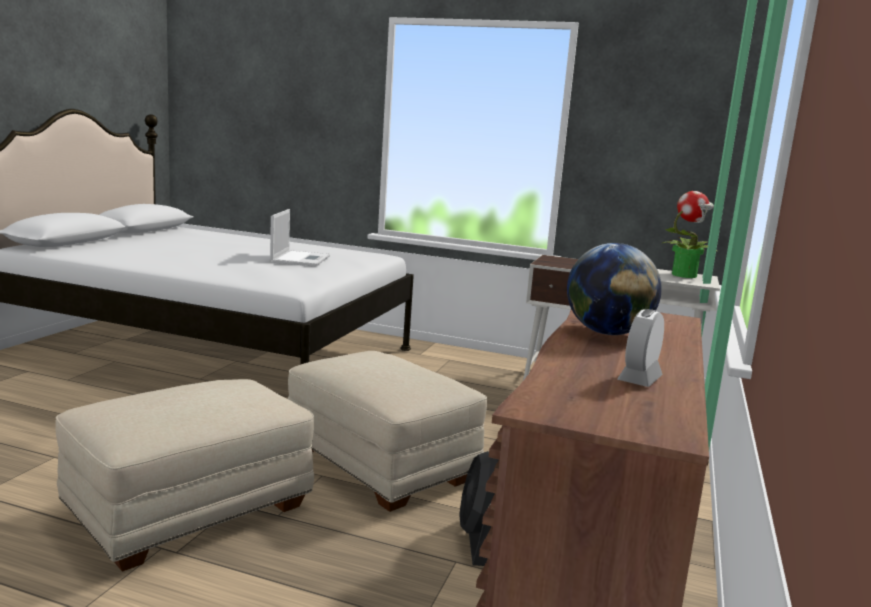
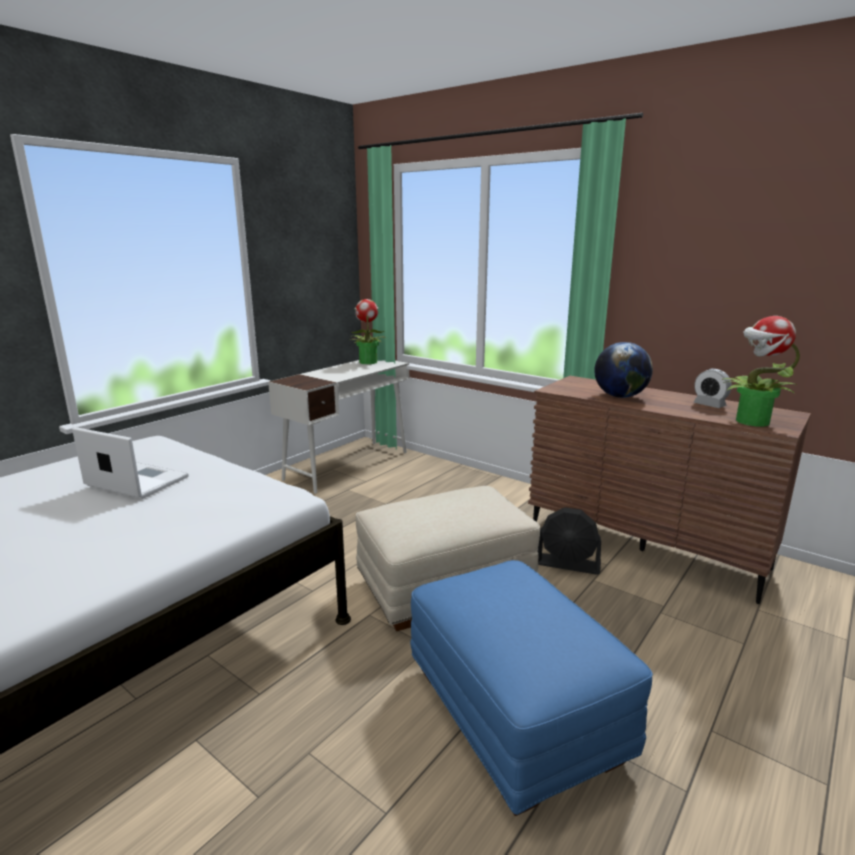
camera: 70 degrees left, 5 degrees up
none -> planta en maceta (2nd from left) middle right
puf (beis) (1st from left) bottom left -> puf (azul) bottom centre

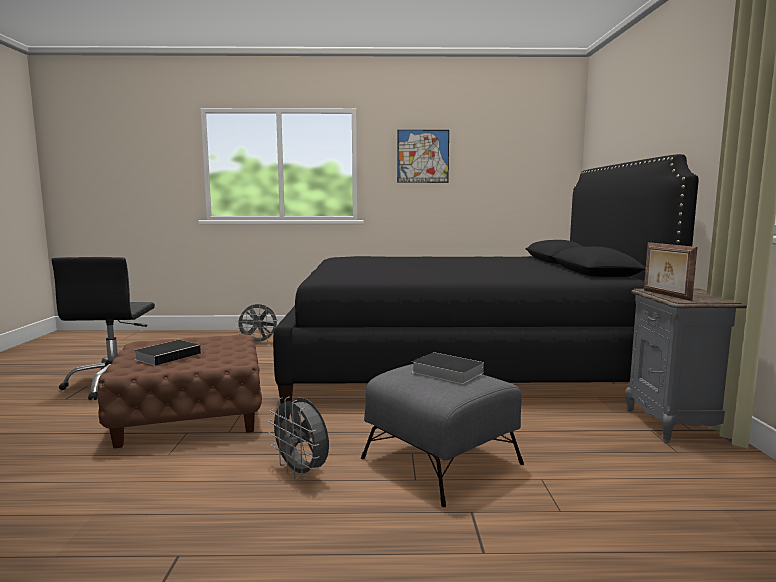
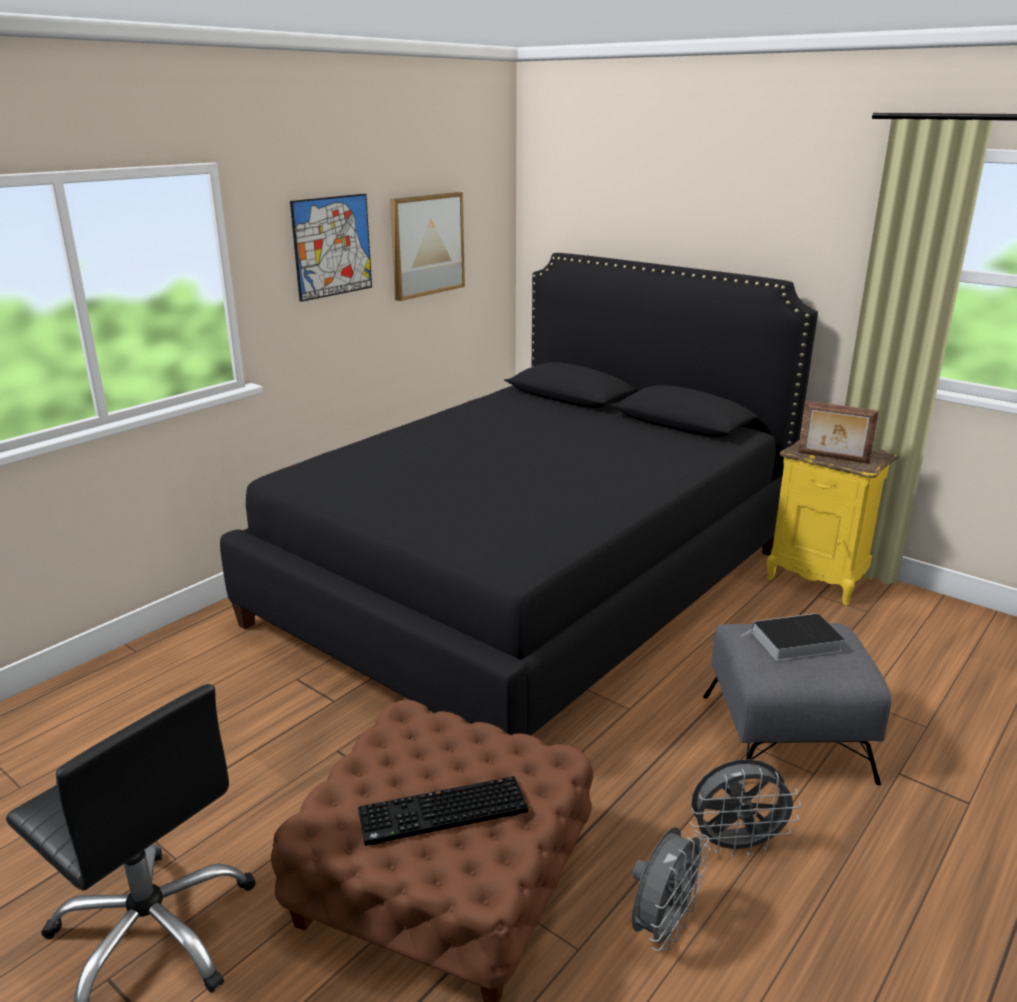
camera: 50 degrees left, 15 degrees up
none -> cuadro (2nd from left) top centre
ventilador (gris) (1st from left) middle left -> ventilador (gris) (1st from left) bottom centre, move
libro (1st from left) middle left -> teclado bottom centre
mesita de noche (gris) middle right -> mesita de noche (amarillo) middle right

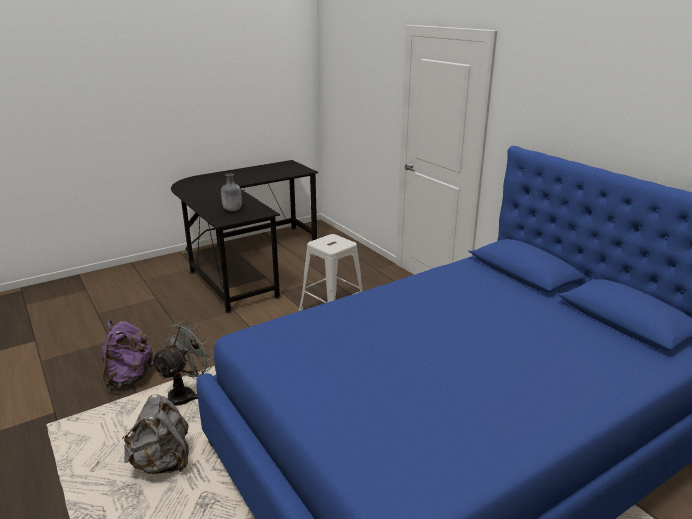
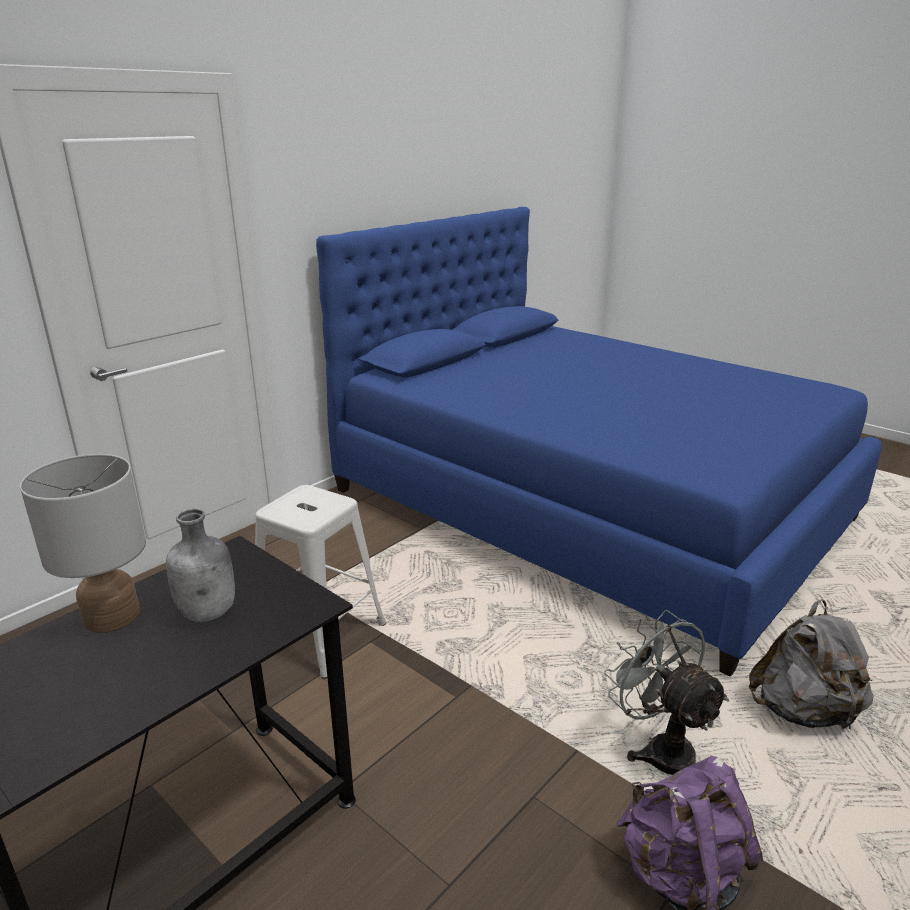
camera: 105 degrees left, 0 degrees up
none -> lámpara de mesa (gris) middle left
ventilador (gris) bottom left -> ventilador (gris) bottom right, 45 degrees clockwise

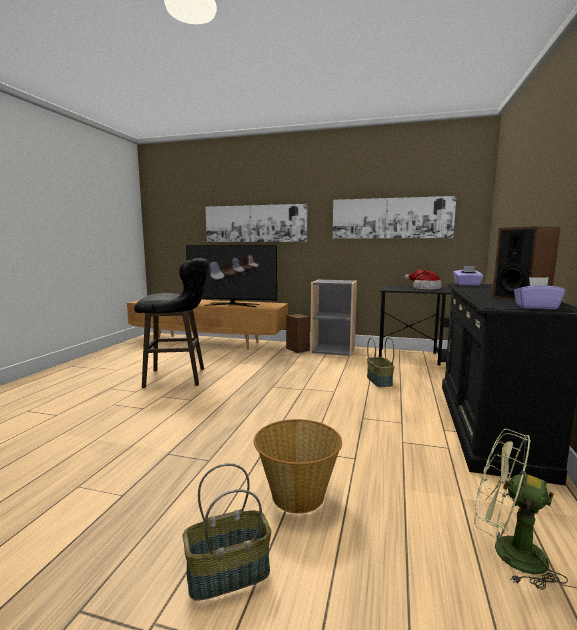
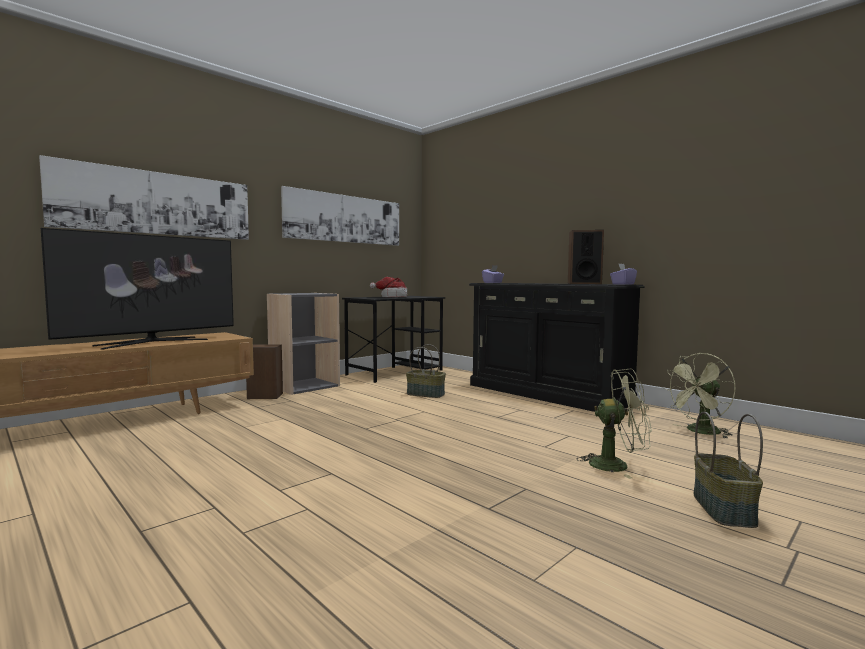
camera: 60 degrees left, 5 degrees down
taburete (negro) middle left -> none
cesta (2nd from left) bottom centre -> ventilador (verde) (1st from left) middle right

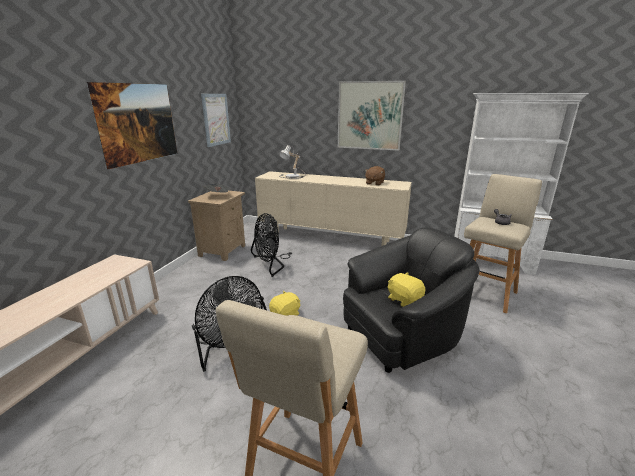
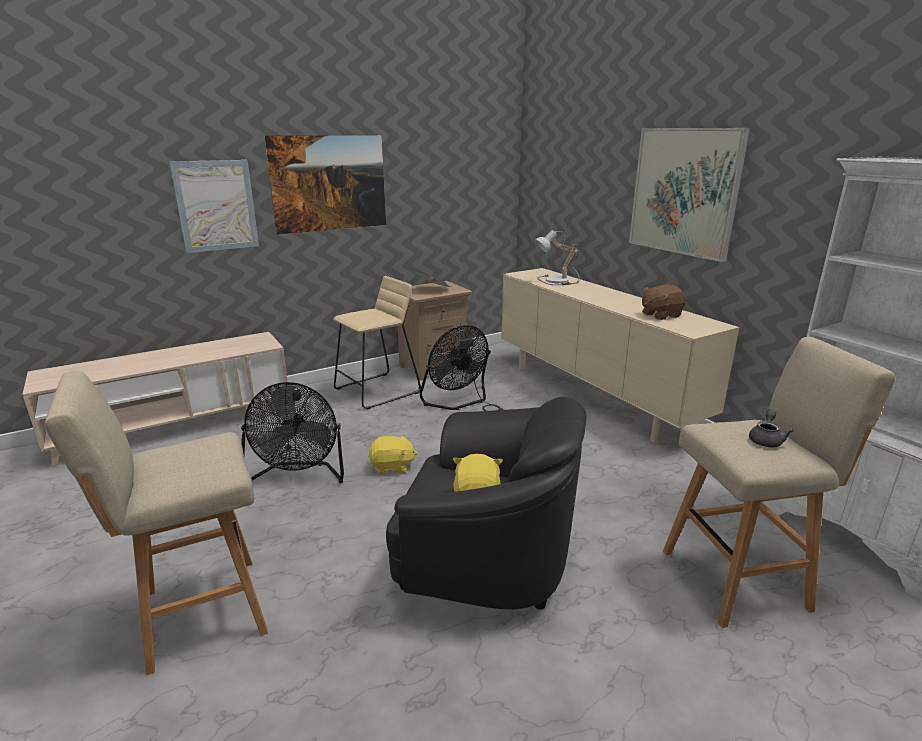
camera: 40 degrees right, 0 degrees up
none -> taburete (beis) (2nd from left) centre
cuadro (2nd from left in the first image) top centre -> cuadro (1st from left) top left, move
ventilador (negro) (2nd from left) centre, 45 degrees clockwise

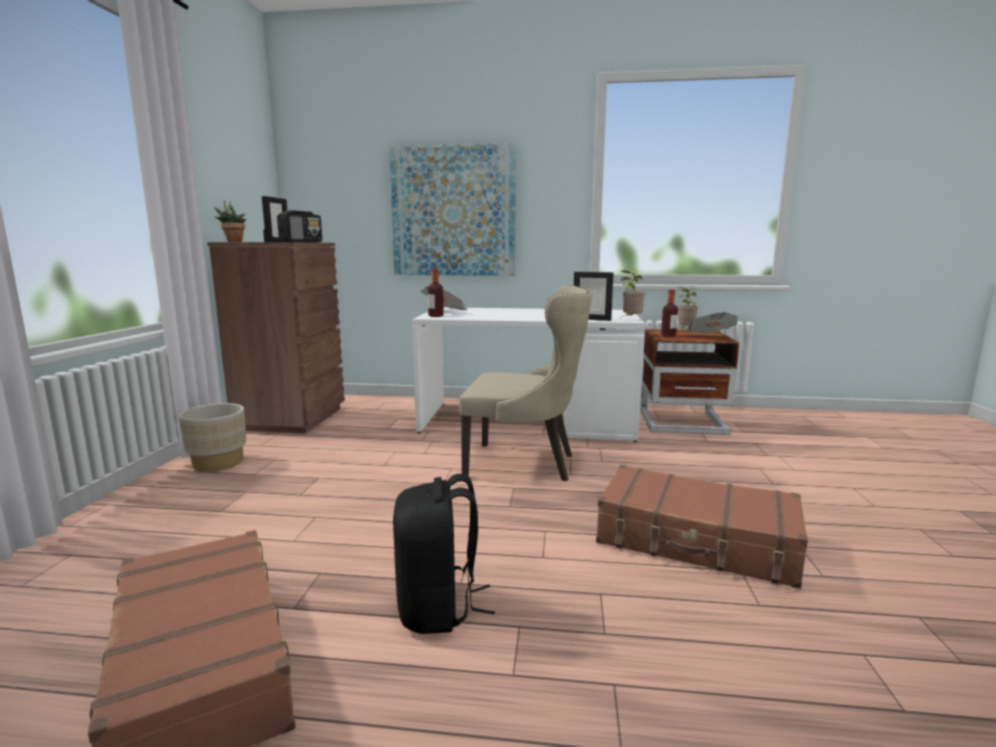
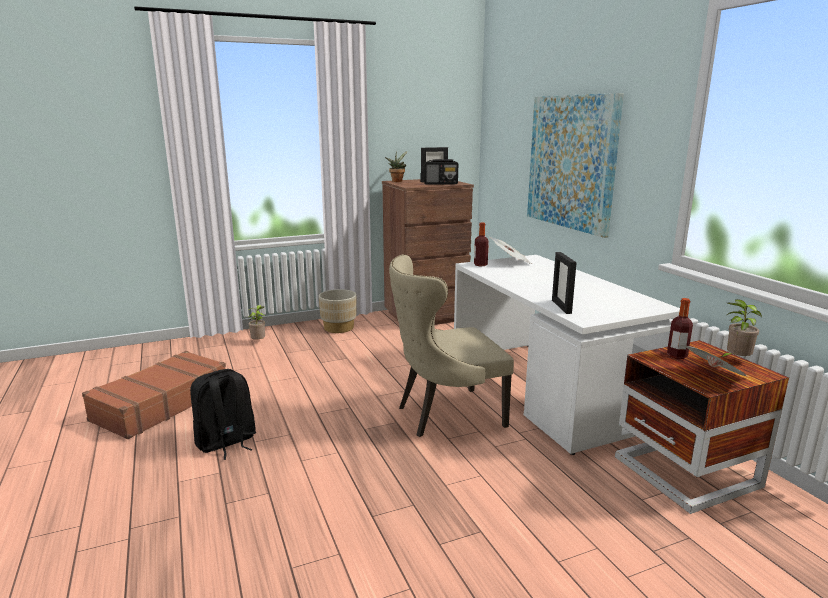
camera: 60 degrees right, 5 degrees up
maleta (marrón) (2nd from left) bottom right -> none
planta en maceta (2nd from left in the first image) centre -> planta en maceta (1st from left) middle left, move
silla (beis) centre, 90 degrees clockwise

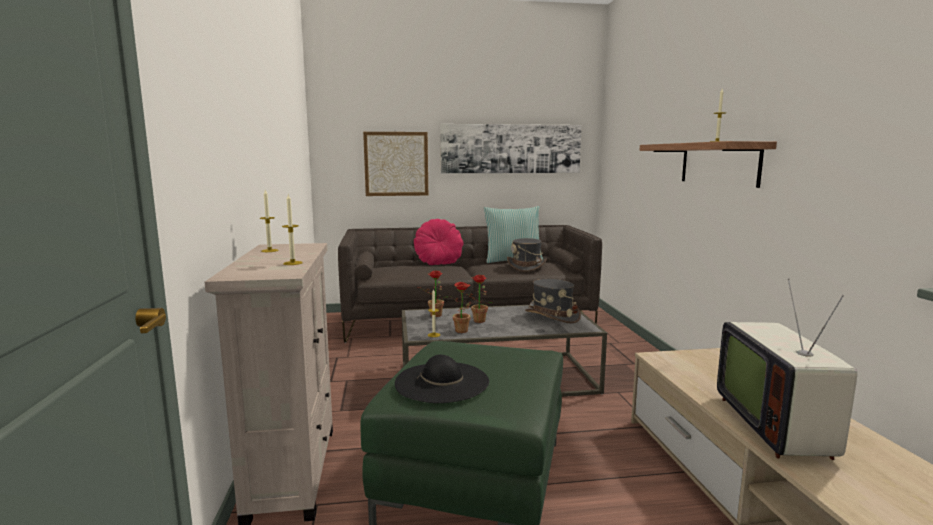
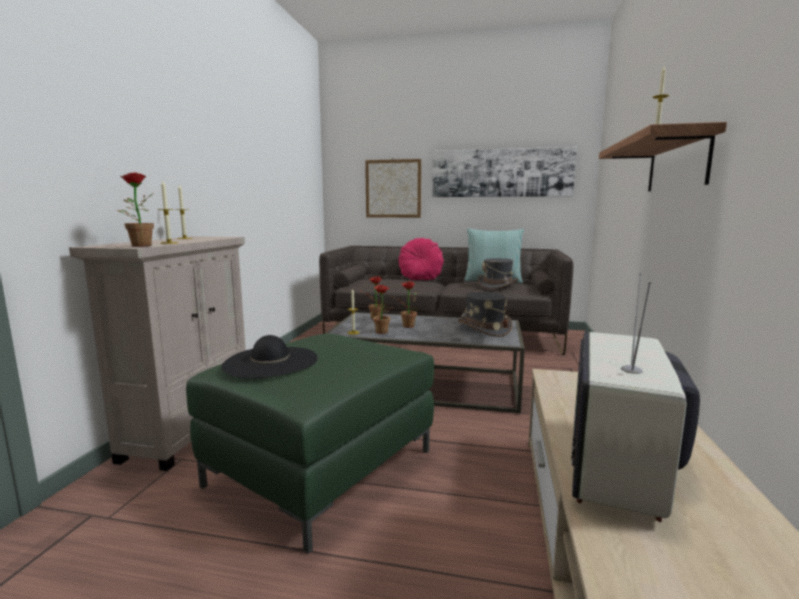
camera: 20 degrees right, 0 degrees up
none -> planta en maceta (1st from left) middle left

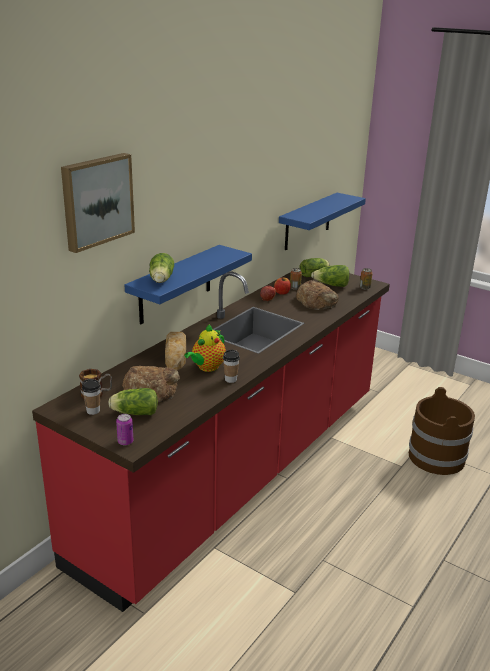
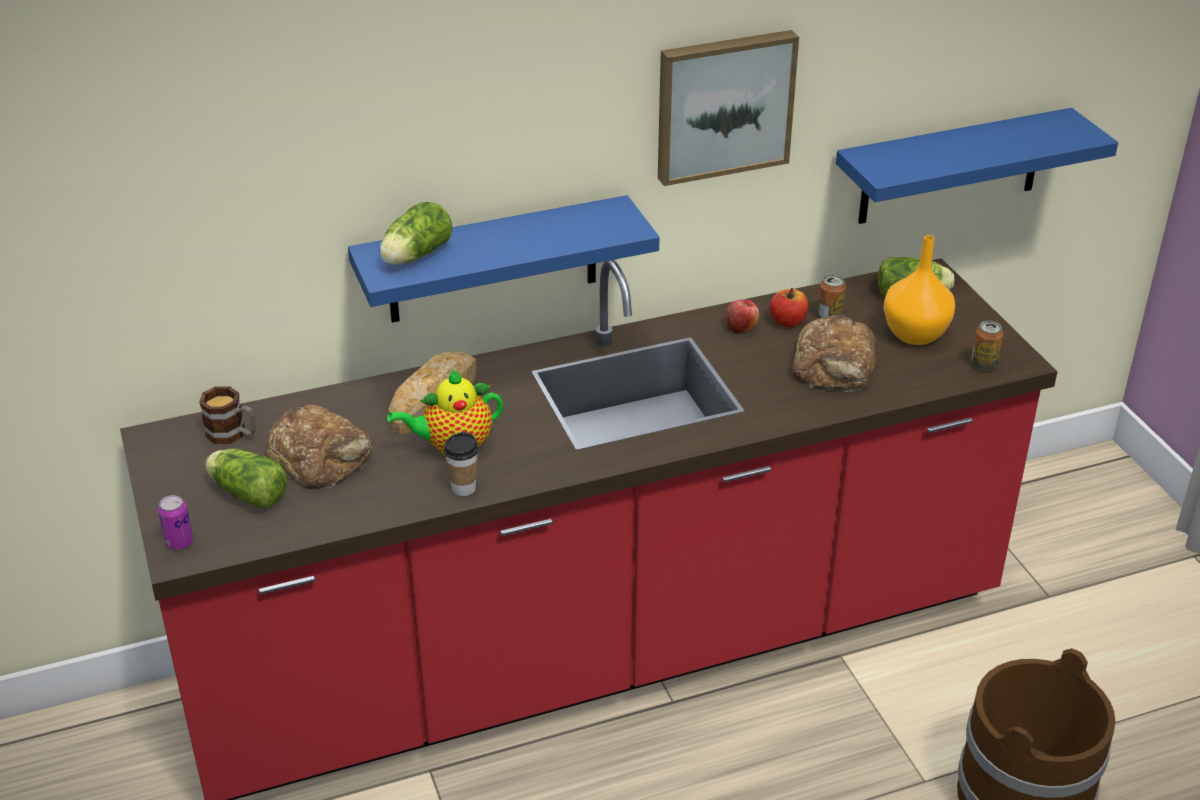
camera: 35 degrees right, 10 degrees up
taza (1st from left) middle left -> none
cuadro top left -> cuadro top centre, move
lechuga (4th from left) middle right -> florero (naranja) middle right

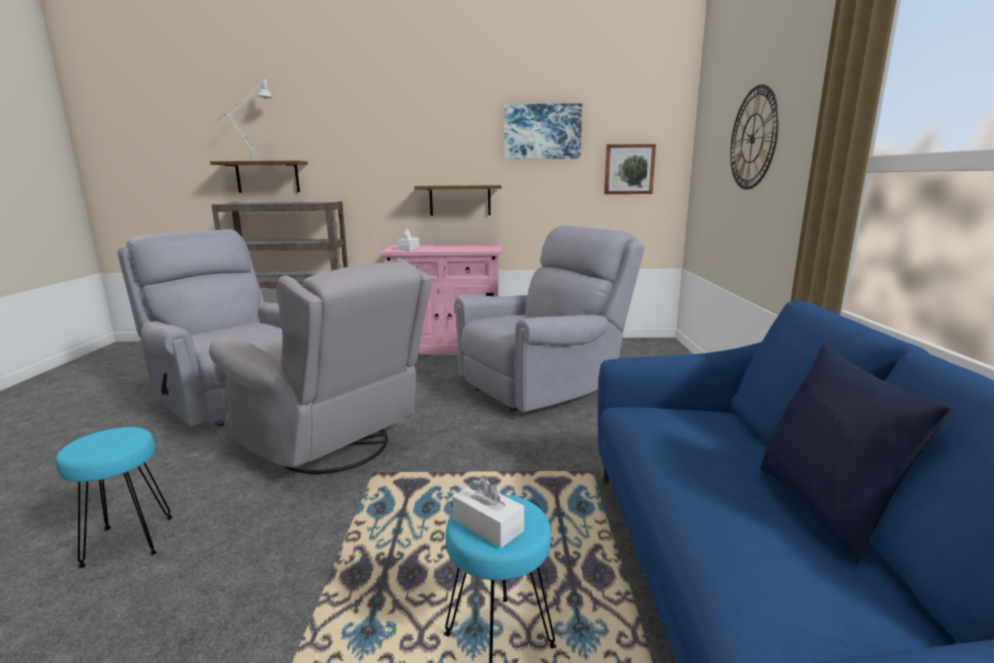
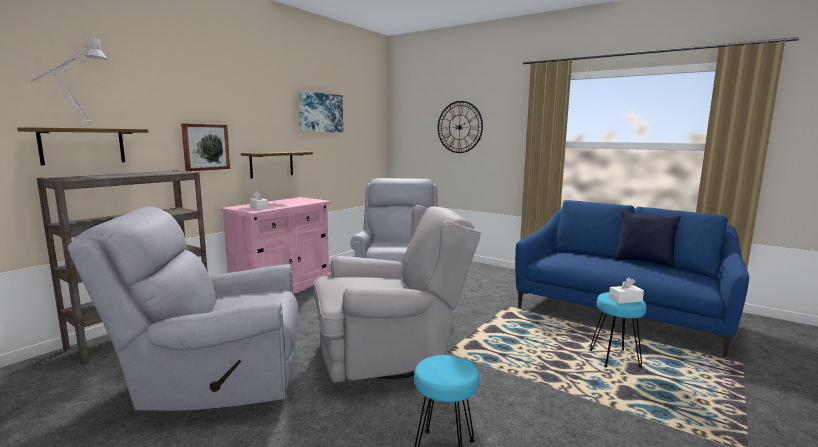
camera: 55 degrees left, 5 degrees down
cuadro (2nd from left in the first image) top centre -> cuadro (1st from left) top left, move

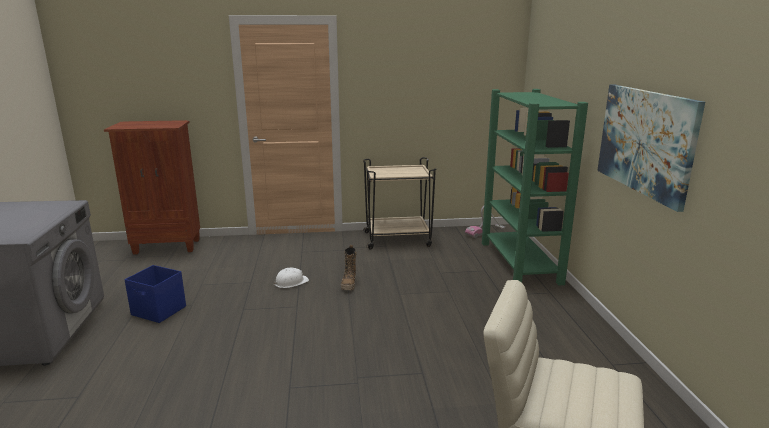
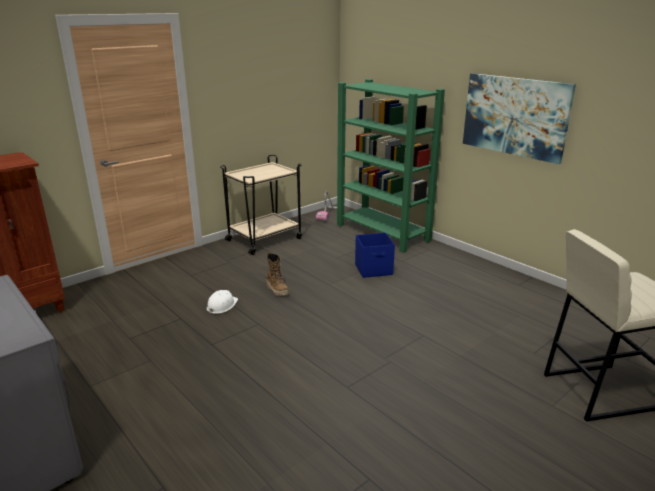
camera: 35 degrees left, 5 degrees up
caja de almacenaje (azul) bottom left -> caja de almacenaje (azul) centre, move

